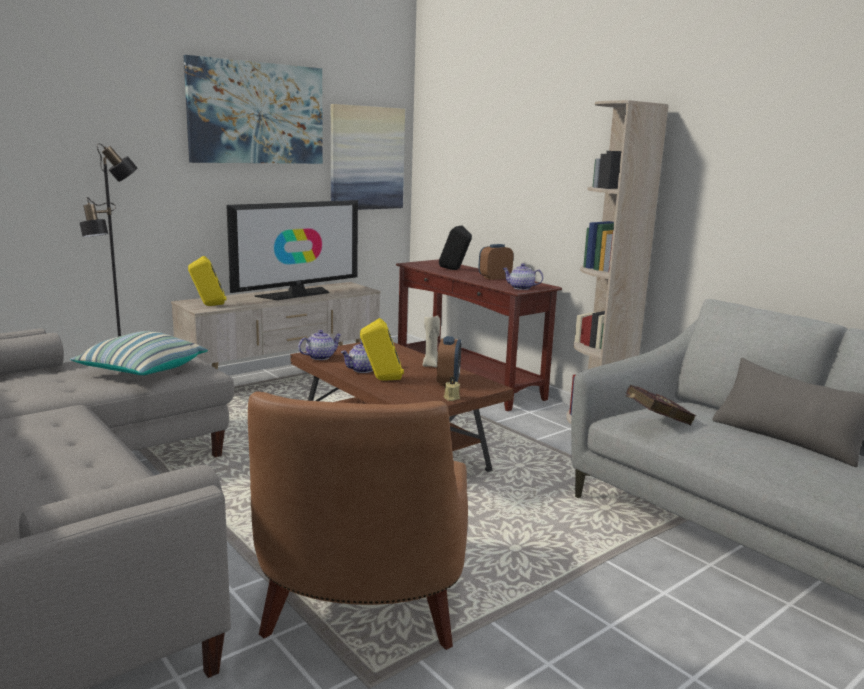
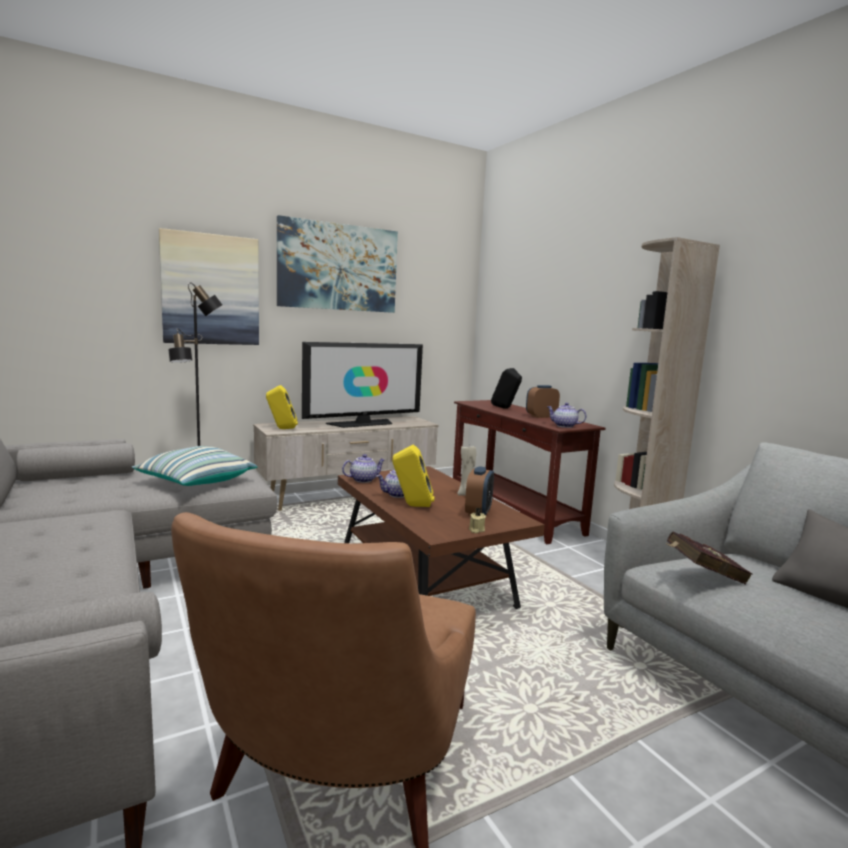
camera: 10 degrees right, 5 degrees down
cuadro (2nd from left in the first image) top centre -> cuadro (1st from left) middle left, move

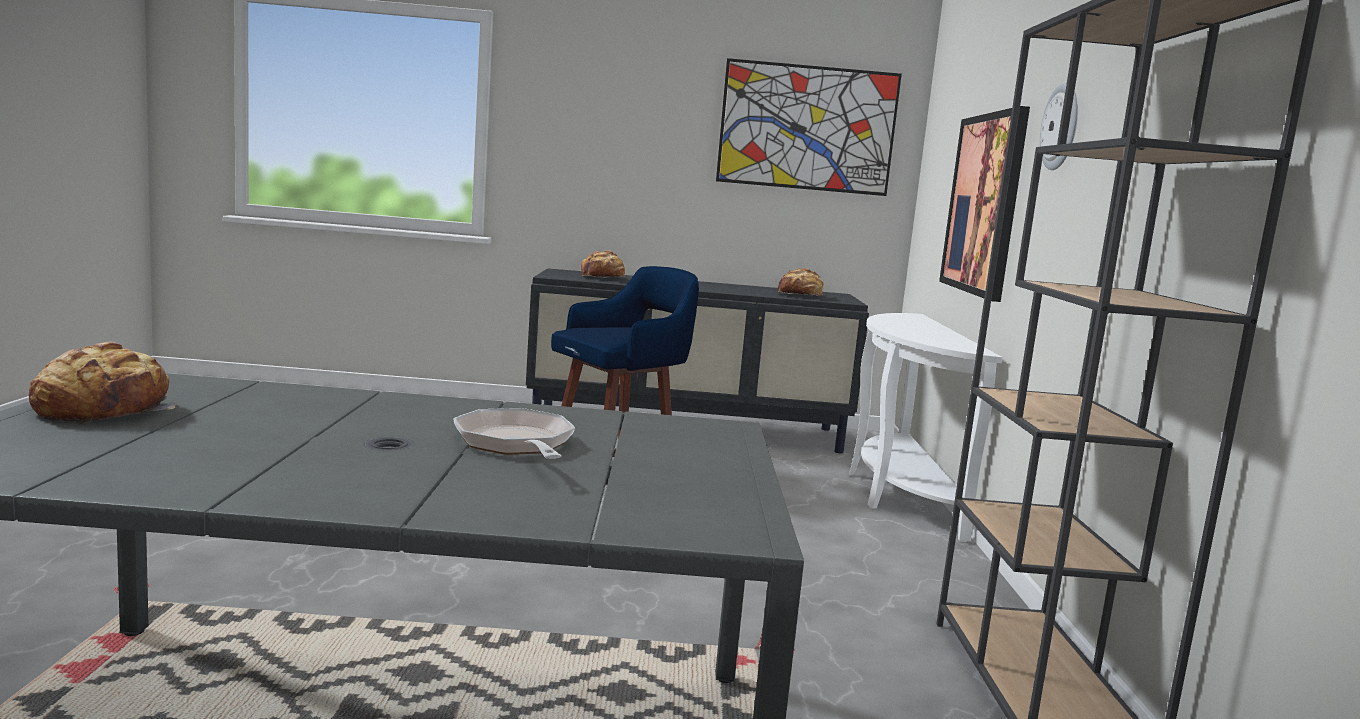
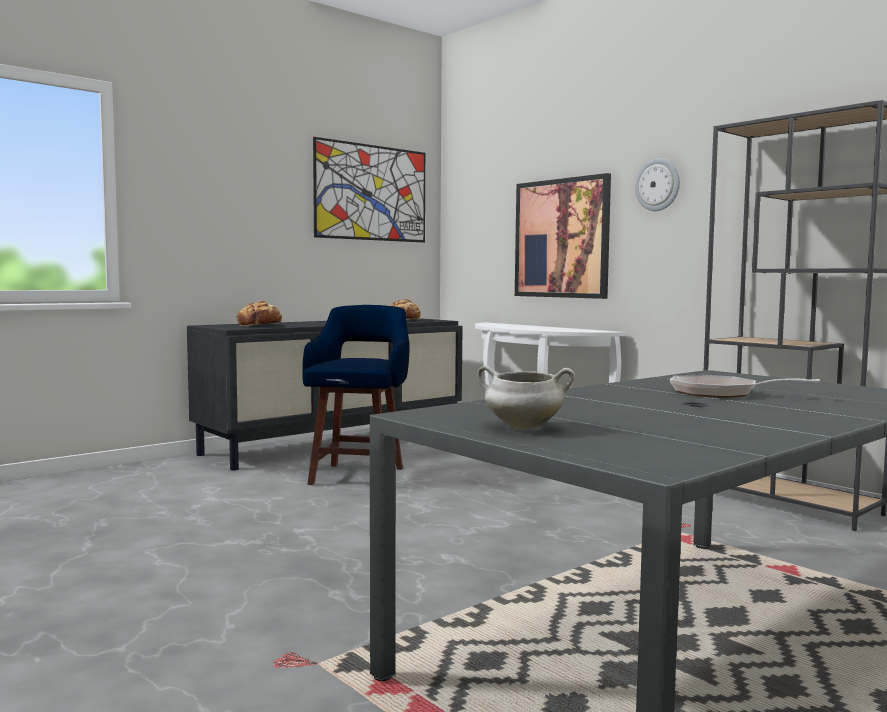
camera: 40 degrees left, 5 degrees down
pan (1st from left) middle left -> olla (blanco) centre

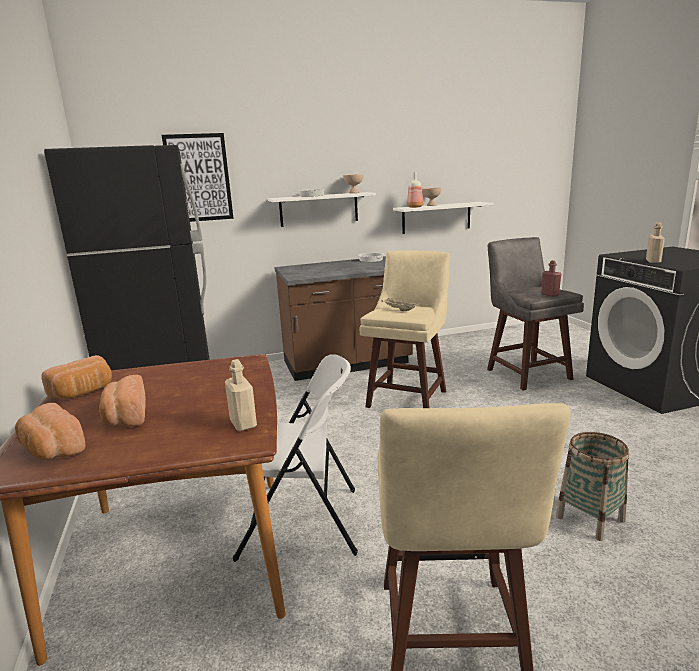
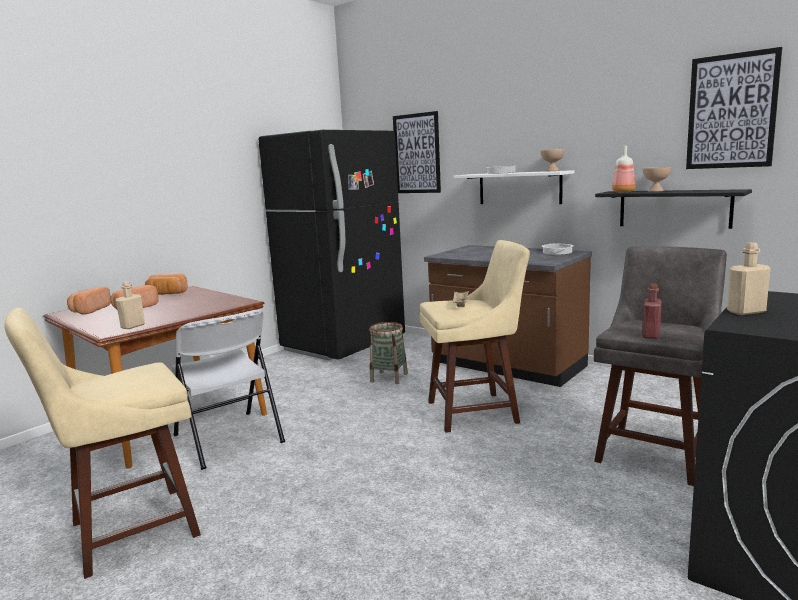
camera: 55 degrees right, 5 degrees down
none -> cuadro (2nd from left) top right
cesta bottom right -> cesta centre, move
estante (blanco) (2nd from left) top centre -> estante (negro) middle right

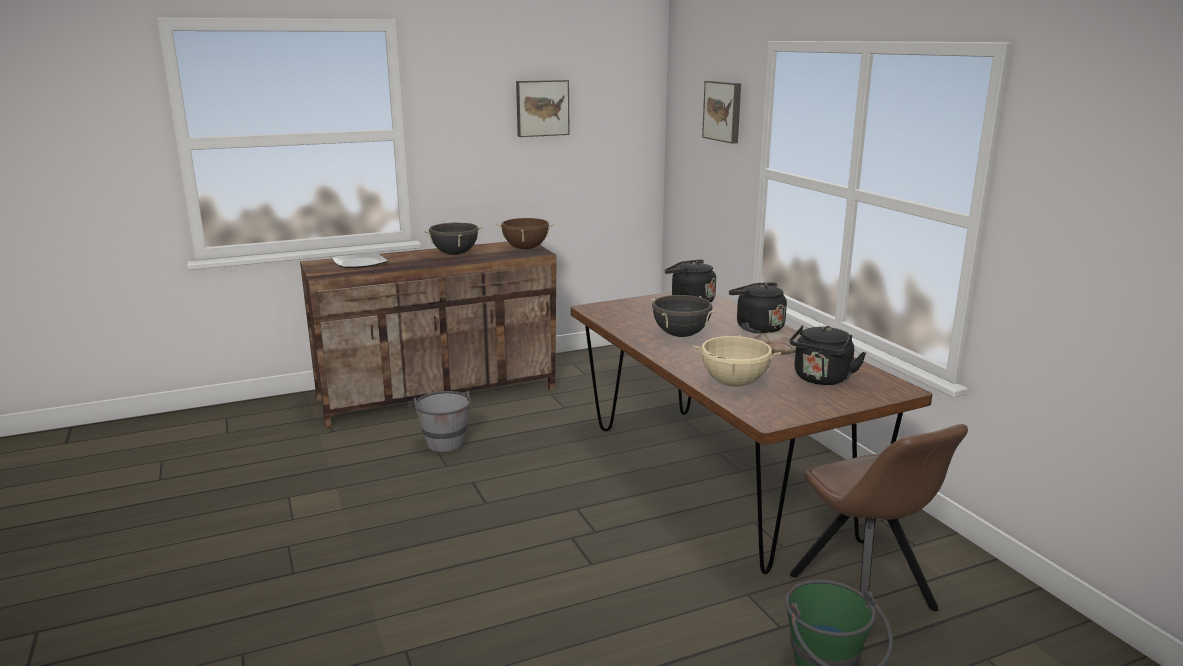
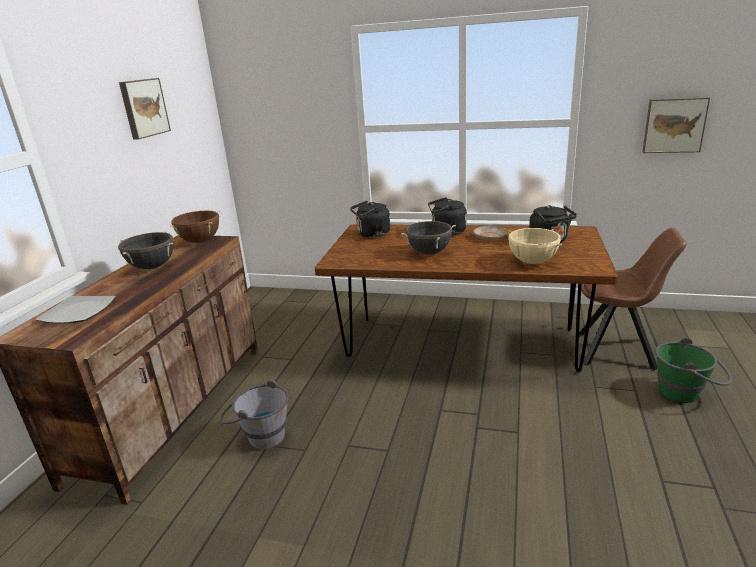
camera: 50 degrees left, 5 degrees up
cuadro (2nd from left) top centre -> cuadro (2nd from left) top right, move

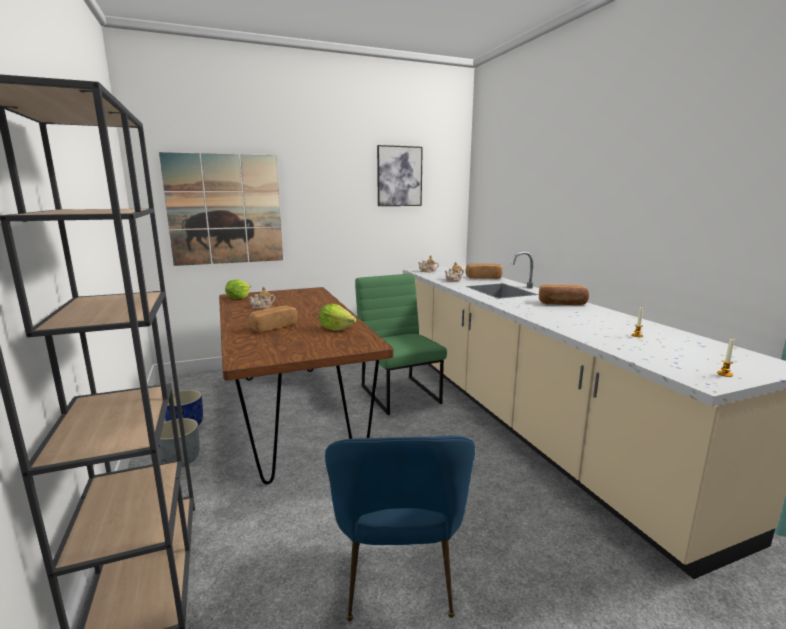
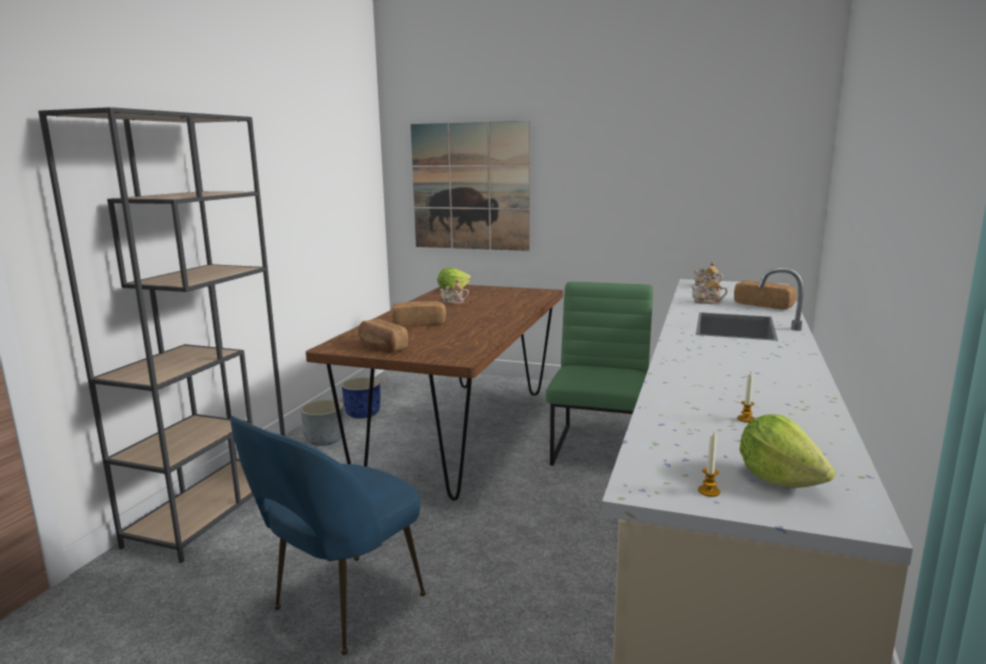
camera: 40 degrees right, 0 degrees up
cuadro (2nd from left) top centre -> none
lechuga (2nd from left) centre -> lechuga (2nd from left) bottom right, move
pan (3rd from left in the first image) middle right -> pan (1st from left) centre, move

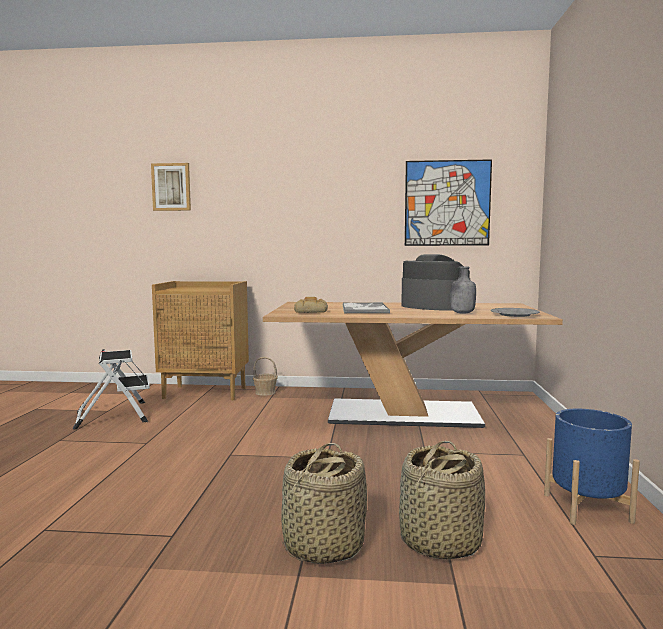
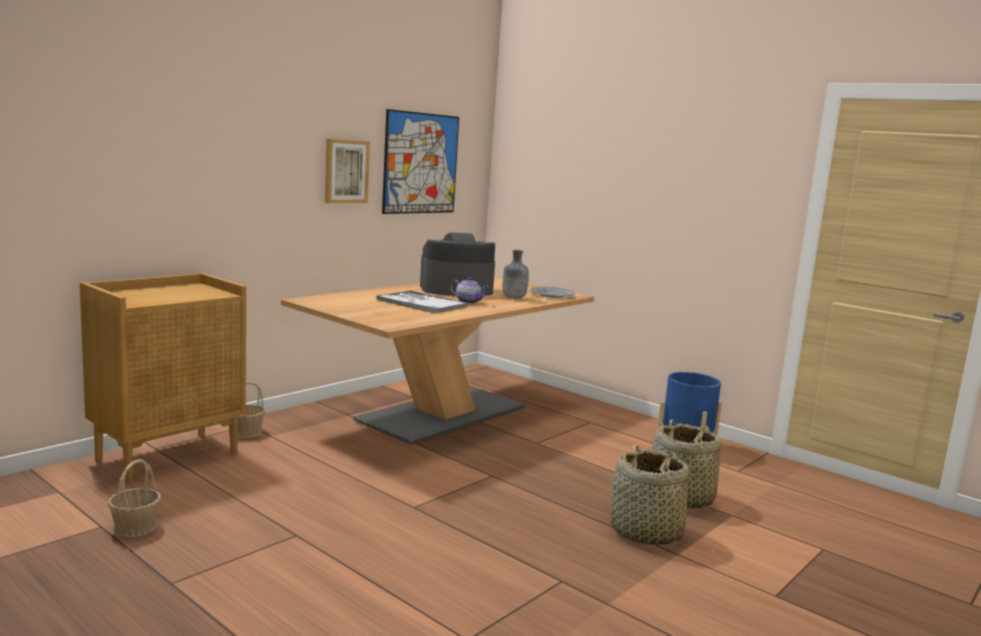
camera: 55 degrees left, 5 degrees up
pan centre -> none
none -> tetera centre
cuadro (1st from left) top left -> cuadro (1st from left) top centre, move
escalera de tijera middle left -> cesta (1st from left) bottom left

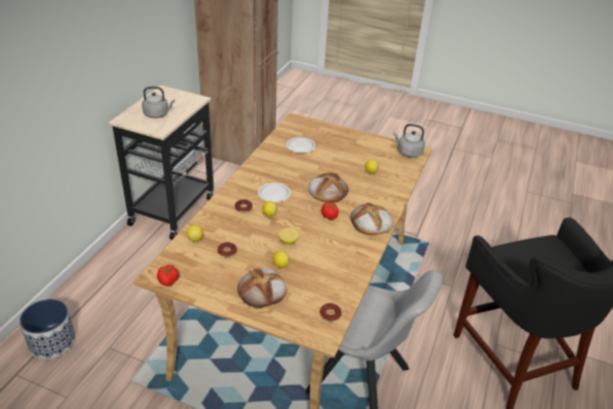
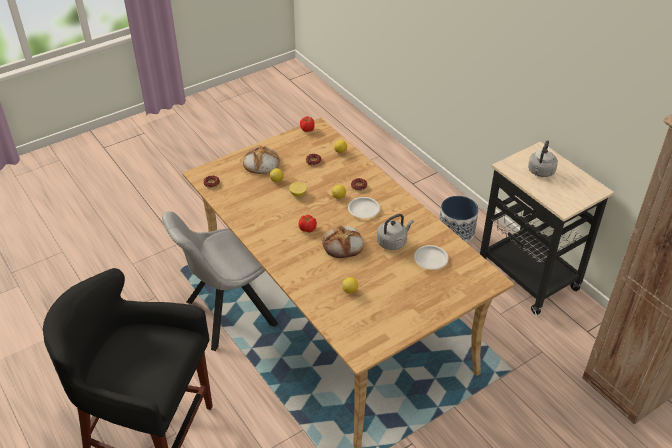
camera: 125 degrees right, 5 degrees up
pan (3rd from left) centre -> none
maceta bottom left -> maceta middle right, move
hervidor (gris) (2nd from left in the first image) middle right -> hervidor (gris) (1st from left) centre, move

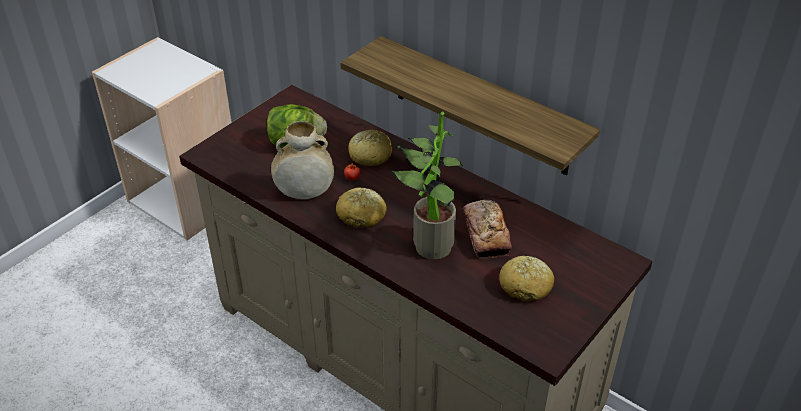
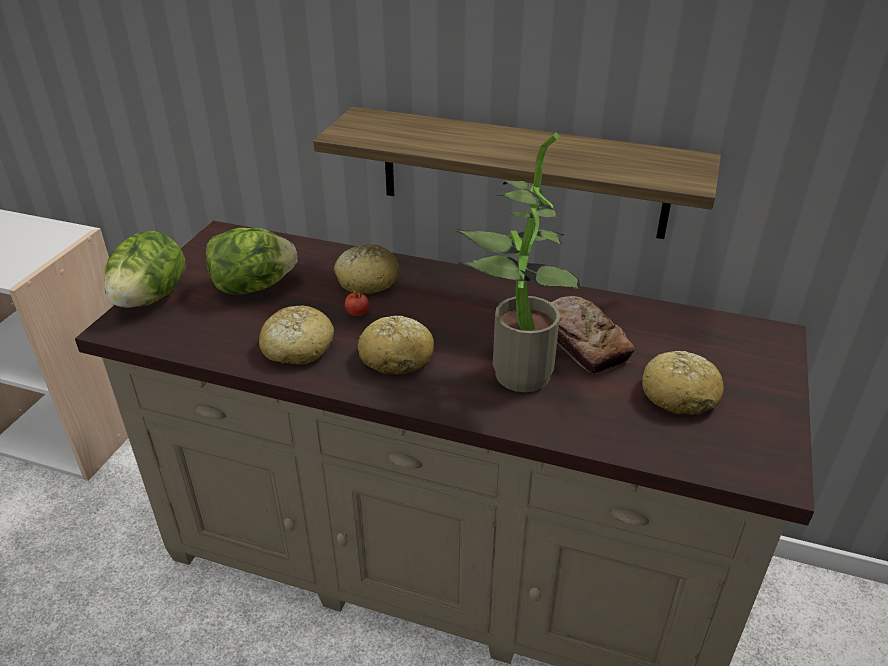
camera: 20 degrees left, 5 degrees down
none -> lechuga (1st from left) middle left
florero (beis) centre -> pan (1st from left) centre

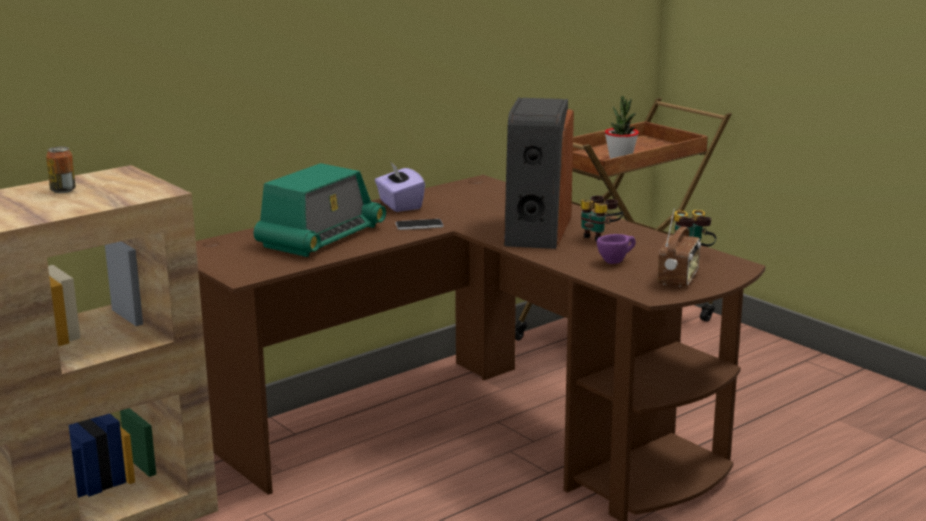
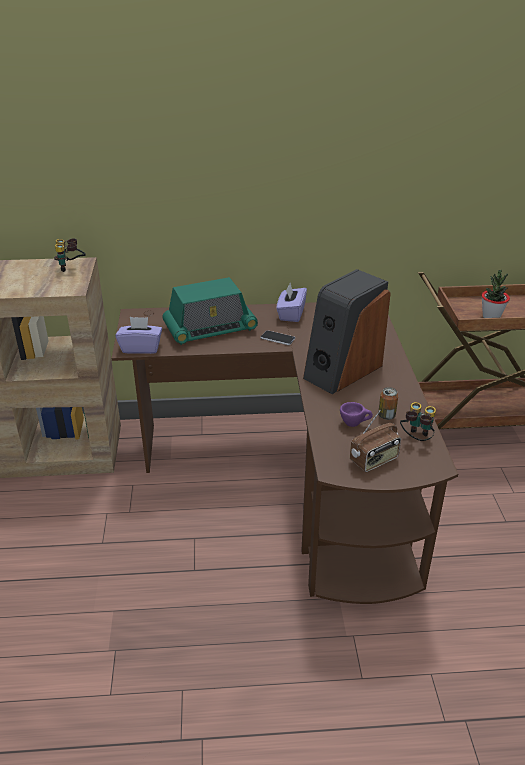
camera: 35 degrees right, 15 degrees up
none -> caja de pañuelos (morado) (1st from left) middle left
lata top left -> lata middle right, move
prismáticos (1st from left) centre -> prismáticos (1st from left) middle left, move

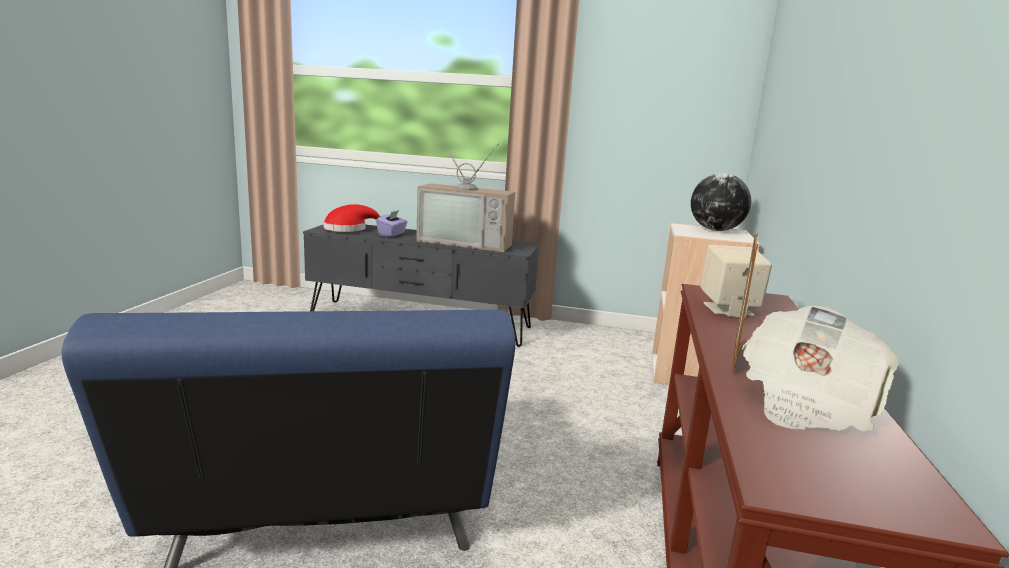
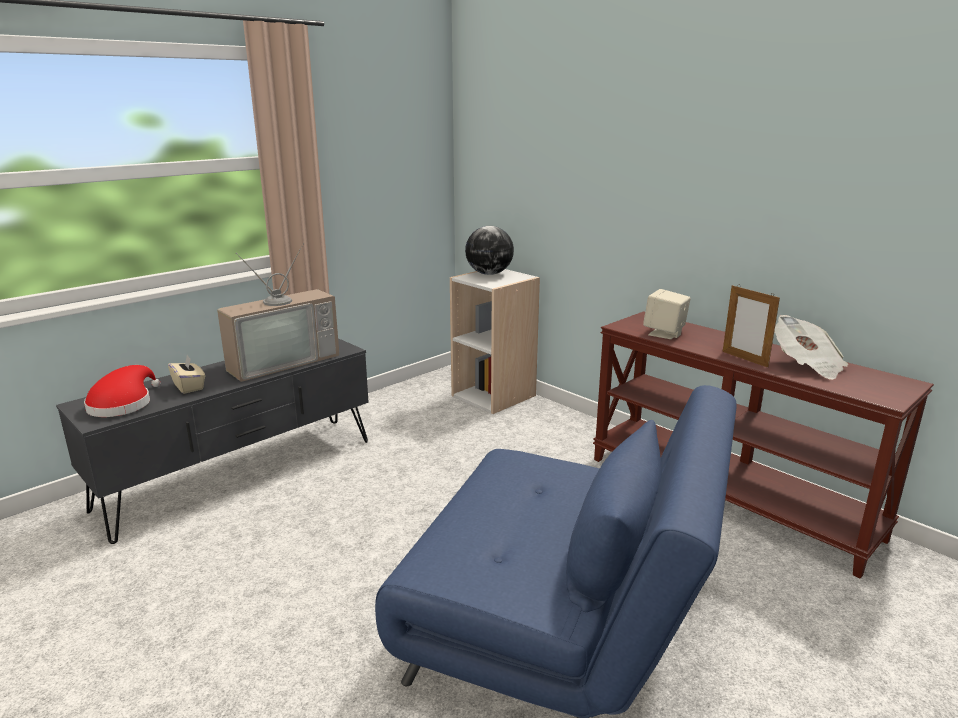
camera: 55 degrees left, 5 degrees up
caja de pañuelos (morado) centre -> caja de pañuelos (beis) middle left

